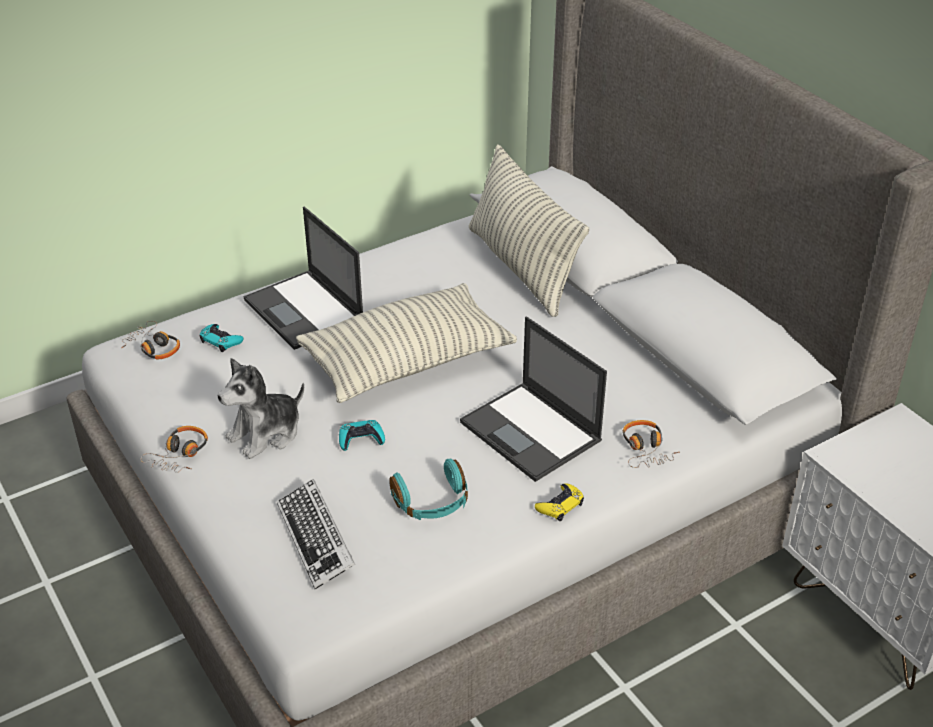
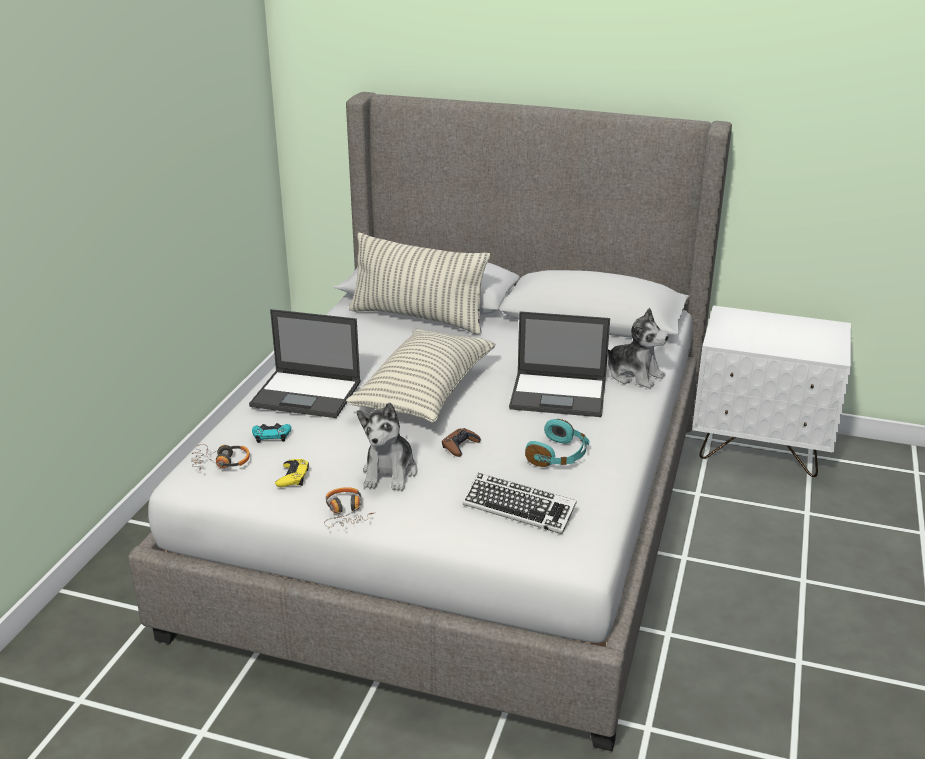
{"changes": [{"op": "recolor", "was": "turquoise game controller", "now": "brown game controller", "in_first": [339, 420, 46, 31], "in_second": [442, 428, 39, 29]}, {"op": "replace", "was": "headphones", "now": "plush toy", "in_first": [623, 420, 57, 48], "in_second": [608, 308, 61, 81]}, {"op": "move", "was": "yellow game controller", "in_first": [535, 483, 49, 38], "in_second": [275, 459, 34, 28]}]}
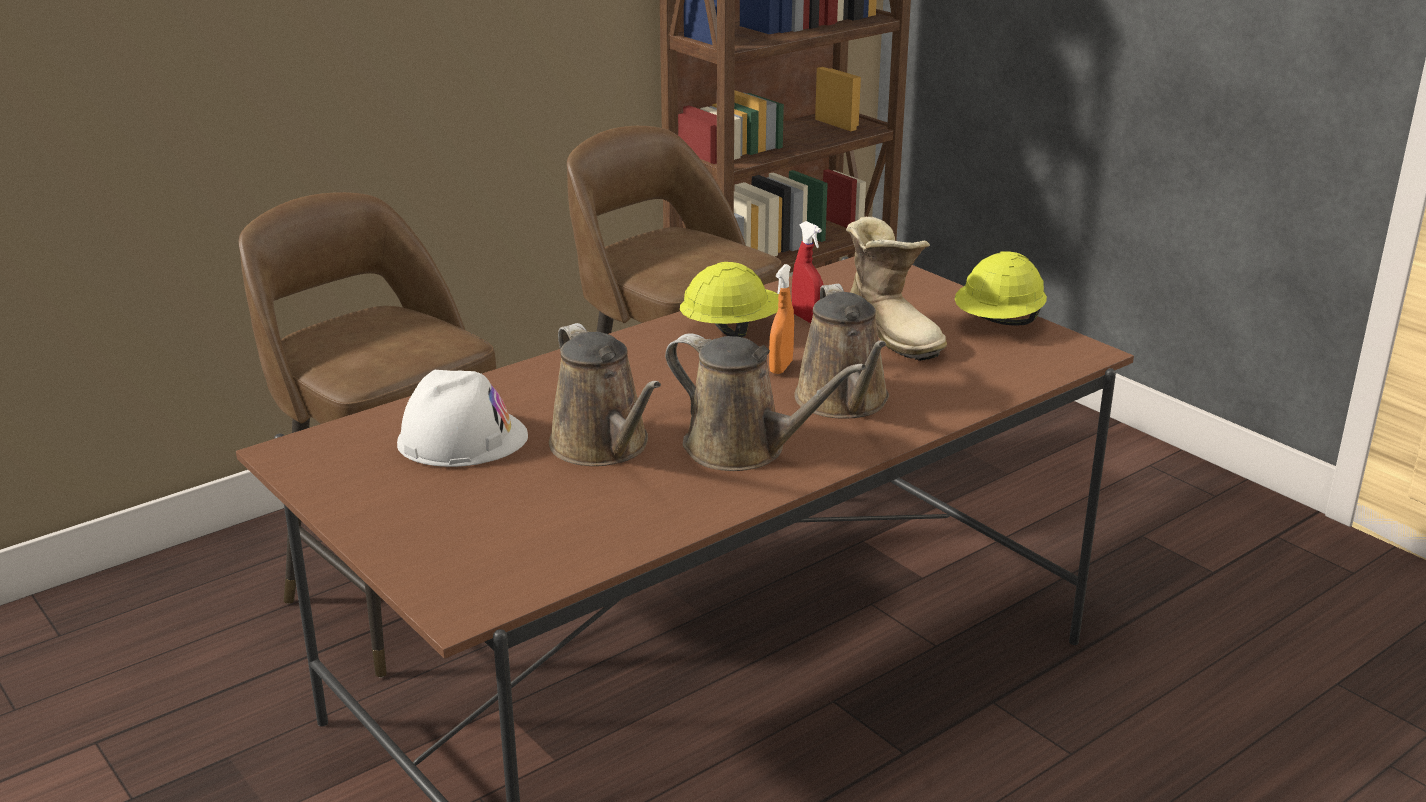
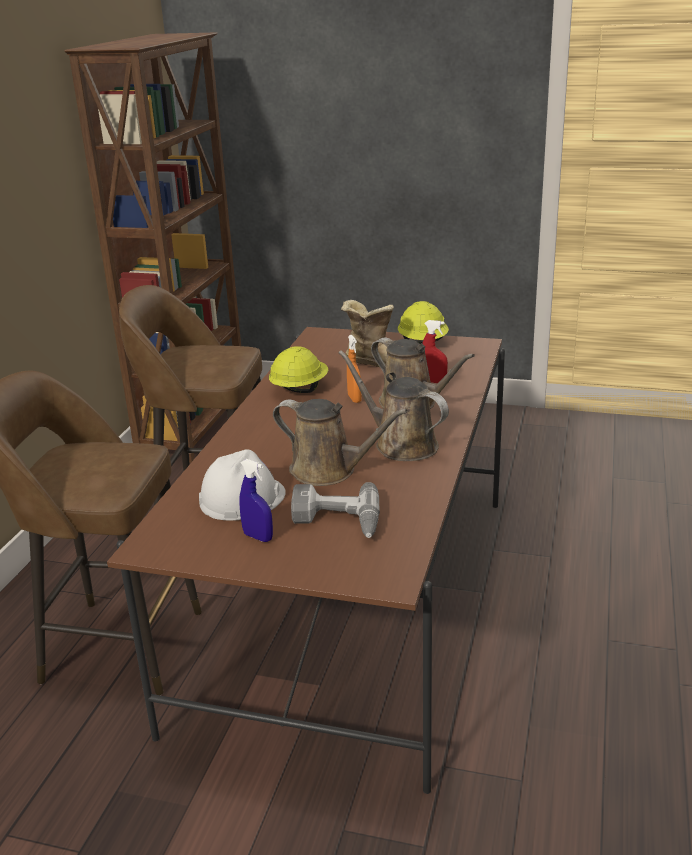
{"changes": [{"op": "move", "was": "red spray bottle", "in_first": [792, 221, 32, 102], "in_second": [422, 320, 26, 63]}, {"op": "rotate", "was": "brown watering can", "in_first": [665, 333, 201, 138], "in_second": [338, 350, 111, 111], "clockwise": -135}, {"op": "insert", "now": "blue spray bottle", "in_second": [239, 459, 34, 83]}, {"op": "insert", "now": "power drill", "in_second": [291, 482, 89, 56]}]}
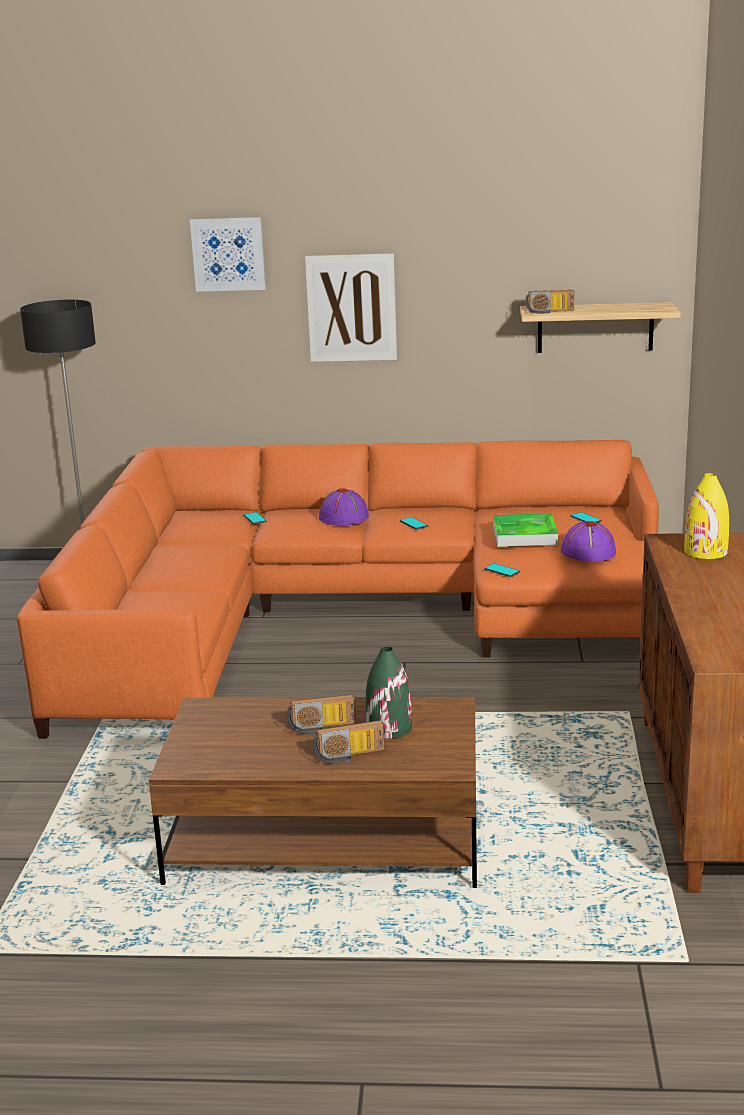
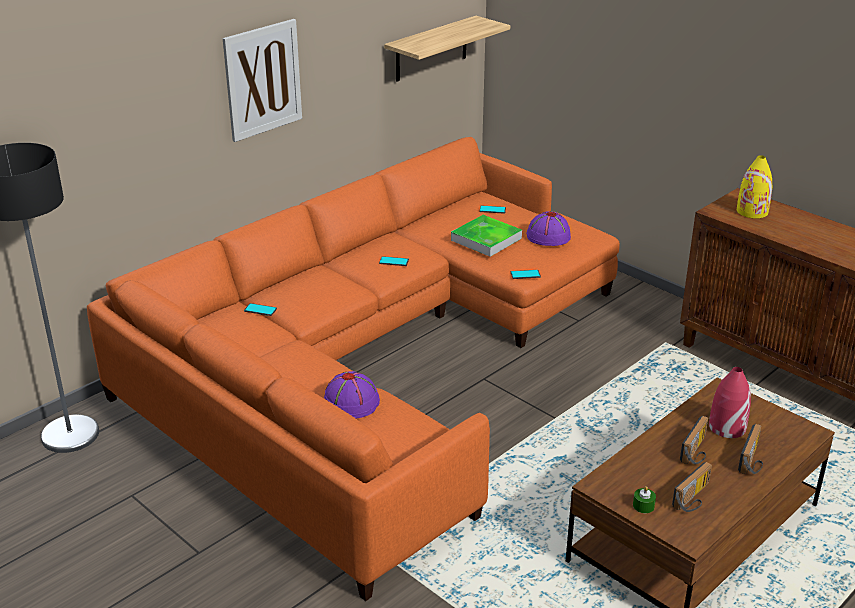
{"changes": [{"op": "delete", "was": "picture", "in_first": [190, 217, 76, 75]}, {"op": "move", "was": "radio", "in_first": [525, 290, 50, 24], "in_second": [672, 462, 40, 50]}, {"op": "move", "was": "purple hat", "in_first": [318, 488, 51, 38], "in_second": [324, 371, 56, 48]}, {"op": "recolor", "was": "green vase", "now": "red vase", "in_first": [366, 647, 46, 92], "in_second": [709, 367, 42, 71]}, {"op": "insert", "now": "green candle", "in_second": [633, 486, 23, 27]}]}
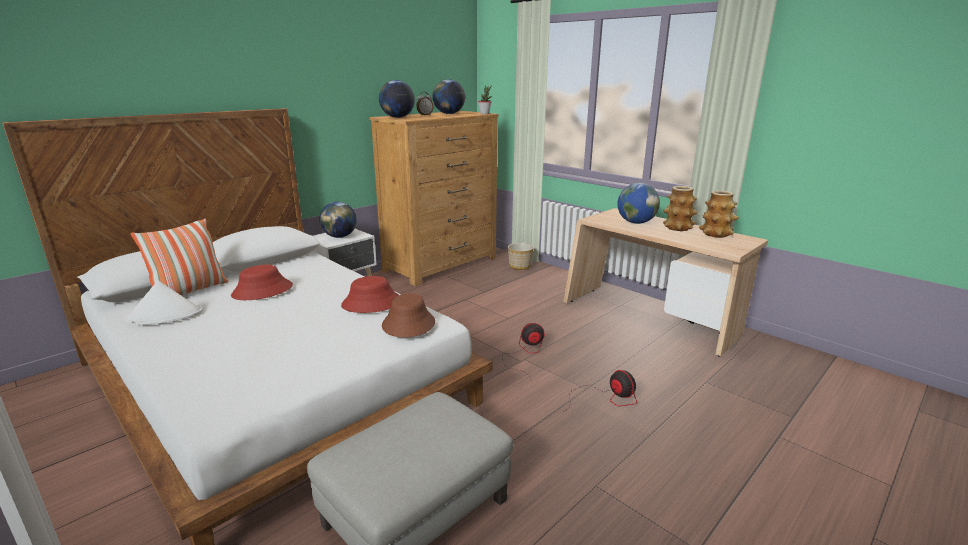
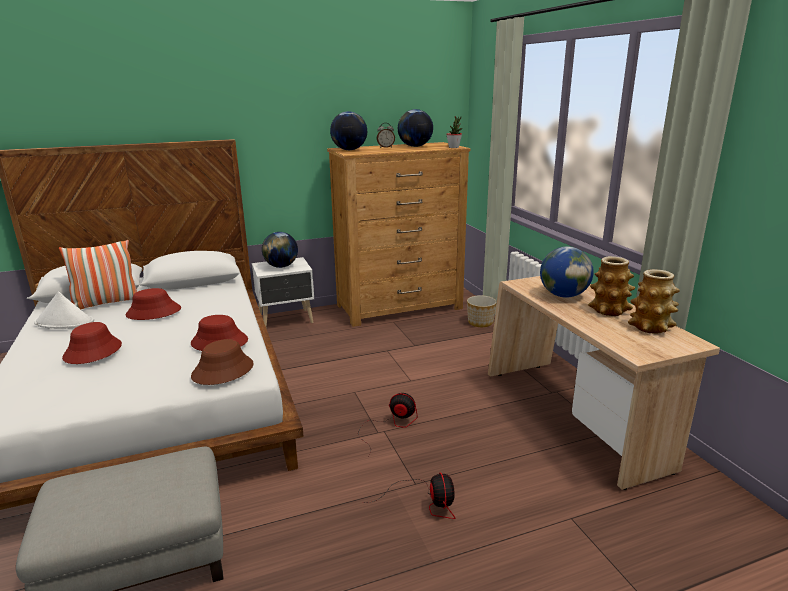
{"changes": [{"op": "insert", "now": "red hat", "in_second": [62, 322, 60, 42]}]}
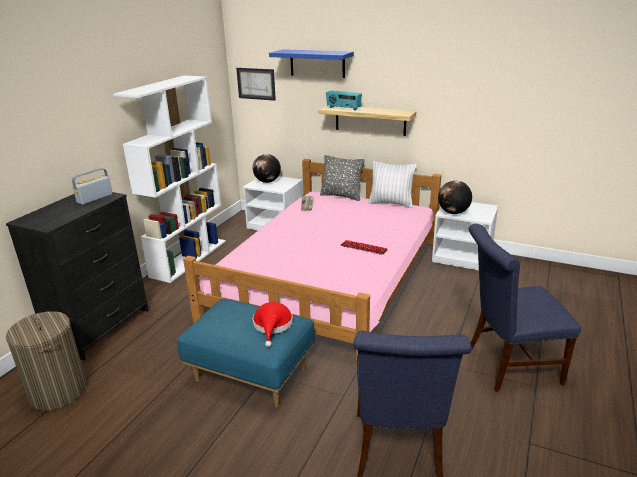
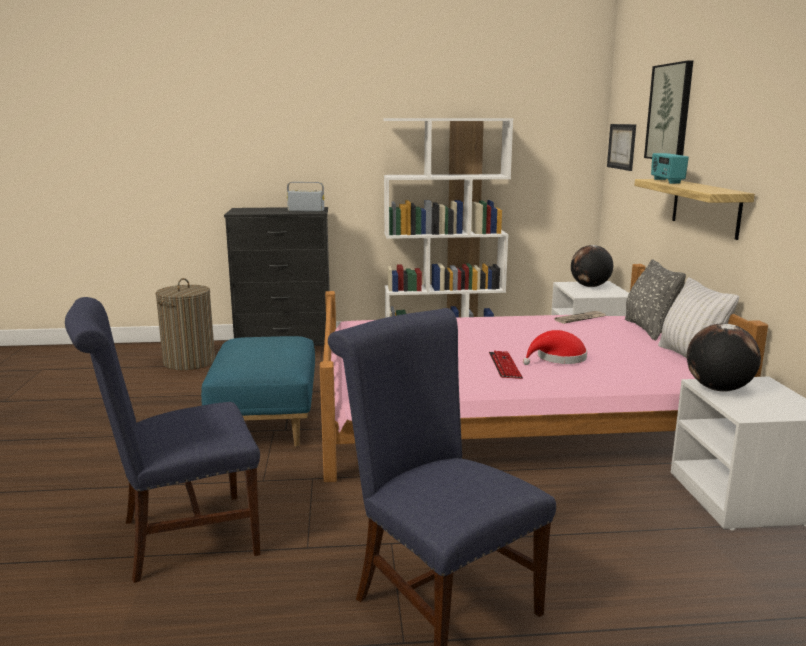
{"changes": [{"op": "replace", "was": "blue shelf", "now": "picture", "in_first": [269, 49, 85, 29], "in_second": [644, 61, 49, 98]}, {"op": "move", "was": "red hat", "in_first": [253, 302, 40, 45], "in_second": [523, 330, 64, 35]}]}
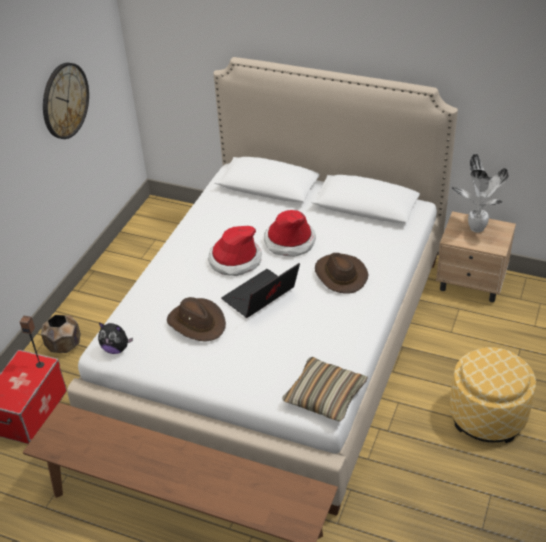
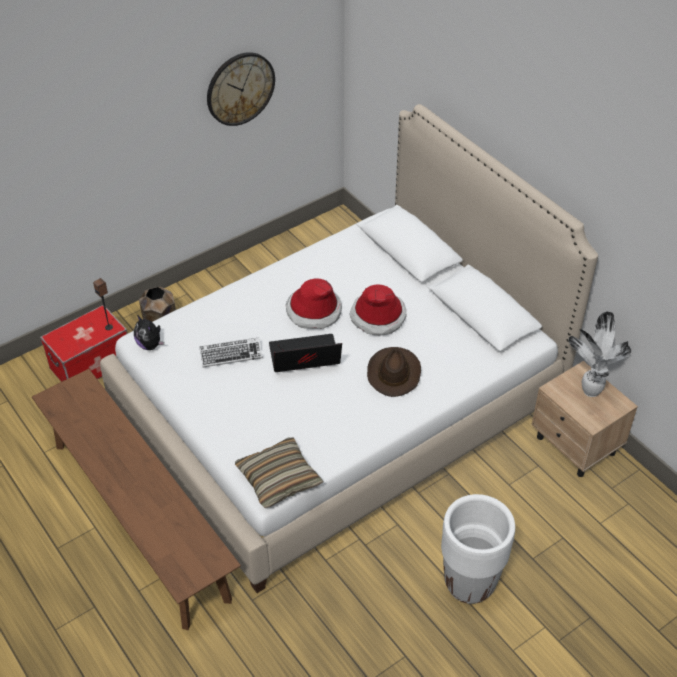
{"changes": [{"op": "replace", "was": "brown hat", "now": "keyboard", "in_first": [167, 297, 59, 44], "in_second": [199, 337, 64, 30]}, {"op": "replace", "was": "ottoman", "now": "white planter", "in_first": [450, 347, 86, 96], "in_second": [441, 494, 74, 110]}]}
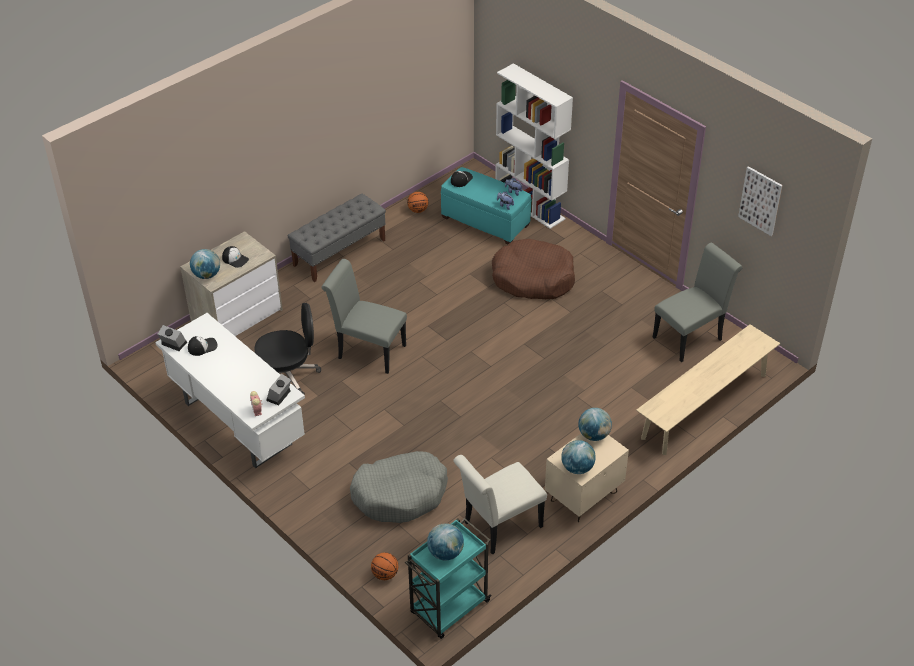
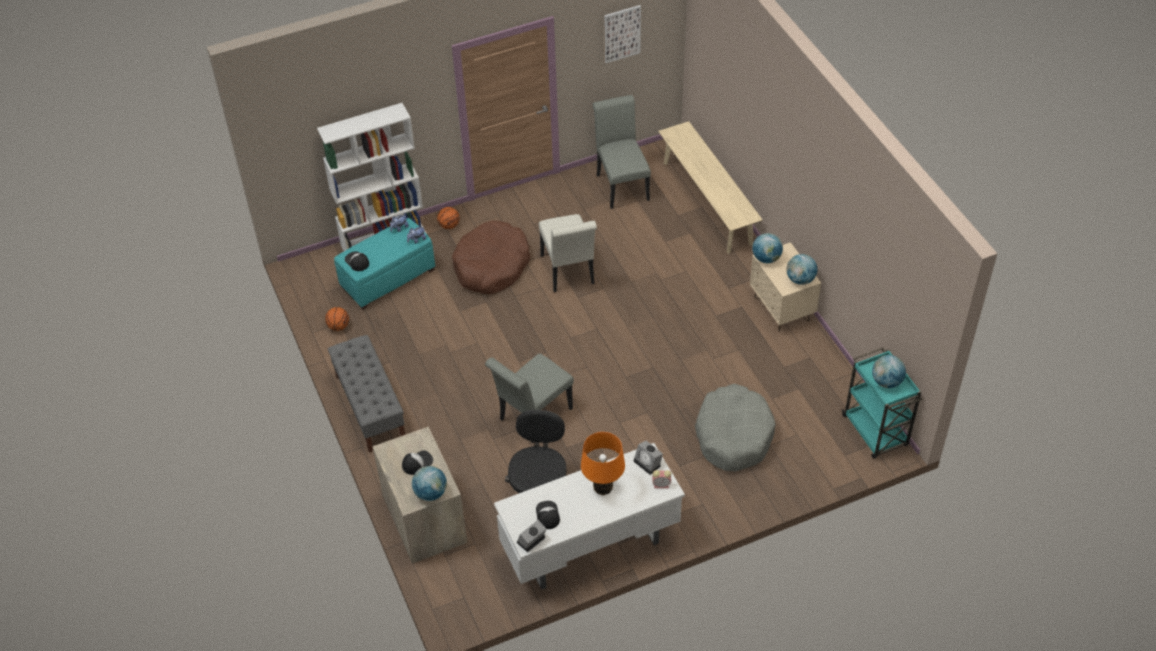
{"changes": [{"op": "move", "was": "white chair", "in_first": [453, 455, 94, 100], "in_second": [539, 214, 58, 78]}, {"op": "move", "was": "basketball", "in_first": [371, 552, 27, 28], "in_second": [437, 207, 23, 22]}, {"op": "insert", "now": "orange table lamp", "in_second": [581, 432, 44, 63]}]}
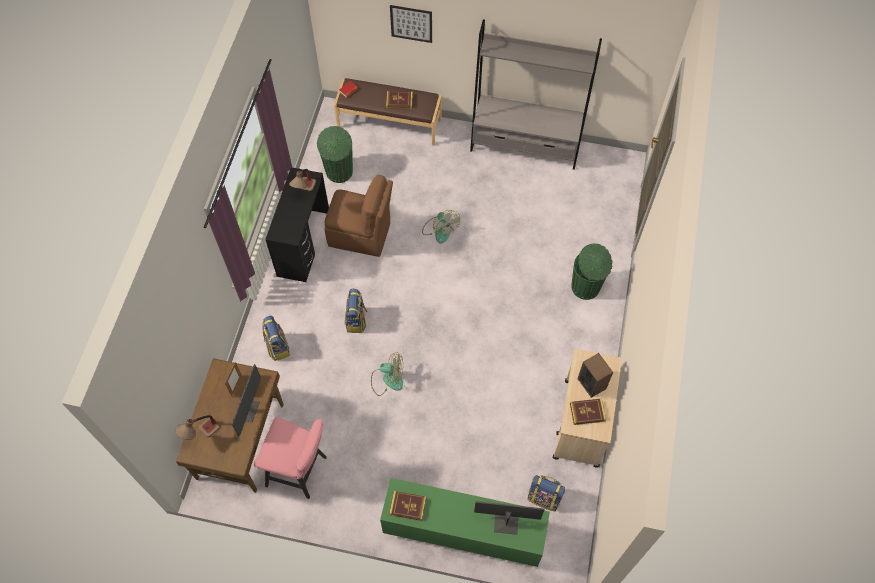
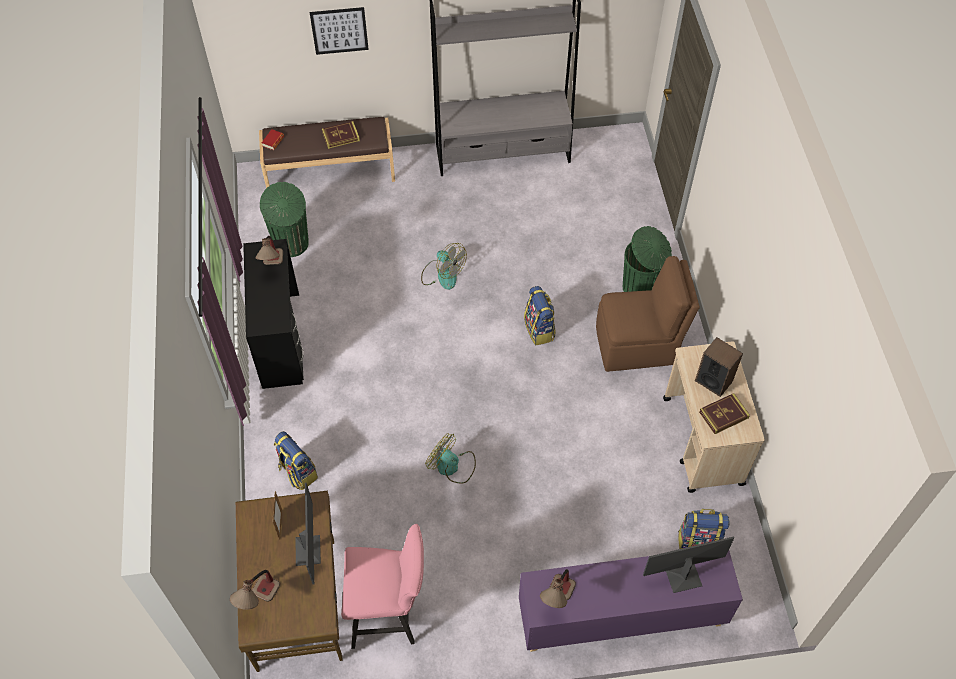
{"changes": [{"op": "move", "was": "brown chair", "in_first": [324, 175, 69, 82], "in_second": [596, 256, 104, 116]}, {"op": "move", "was": "backpack", "in_first": [345, 289, 22, 44], "in_second": [524, 286, 32, 59]}, {"op": "rotate", "was": "fan", "in_first": [371, 352, 32, 44], "in_second": [425, 433, 51, 51], "clockwise": -135}, {"op": "recolor", "was": "green cabinet", "now": "purple cabinet", "in_first": [380, 478, 170, 89], "in_second": [519, 550, 224, 102]}, {"op": "replace", "was": "book", "now": "table lamp", "in_first": [389, 491, 37, 30], "in_second": [540, 569, 36, 39]}]}
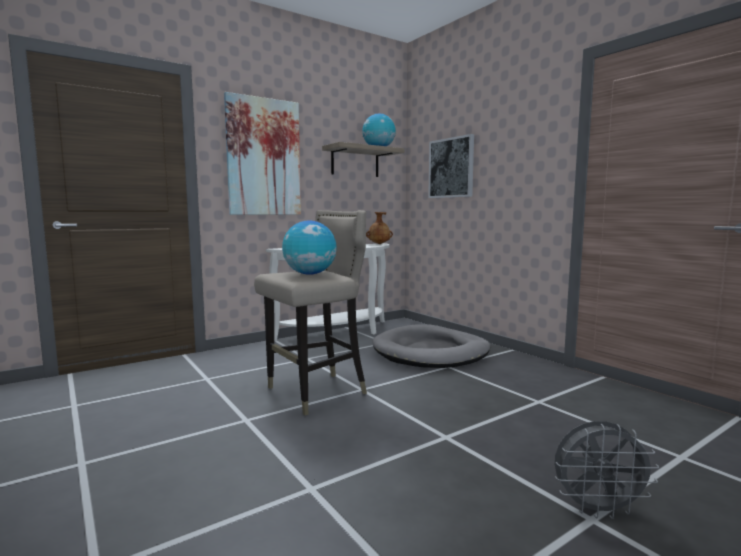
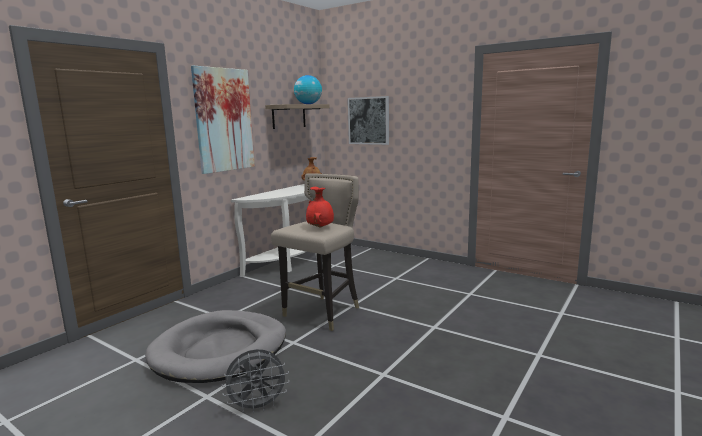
{"changes": [{"op": "replace", "was": "globe", "now": "red vase", "in_first": [282, 220, 55, 55], "in_second": [306, 187, 28, 40]}, {"op": "move", "was": "grey dog bed", "in_first": [372, 324, 119, 44], "in_second": [145, 310, 141, 73]}, {"op": "move", "was": "grey fan", "in_first": [555, 421, 104, 98], "in_second": [222, 349, 67, 65]}]}
